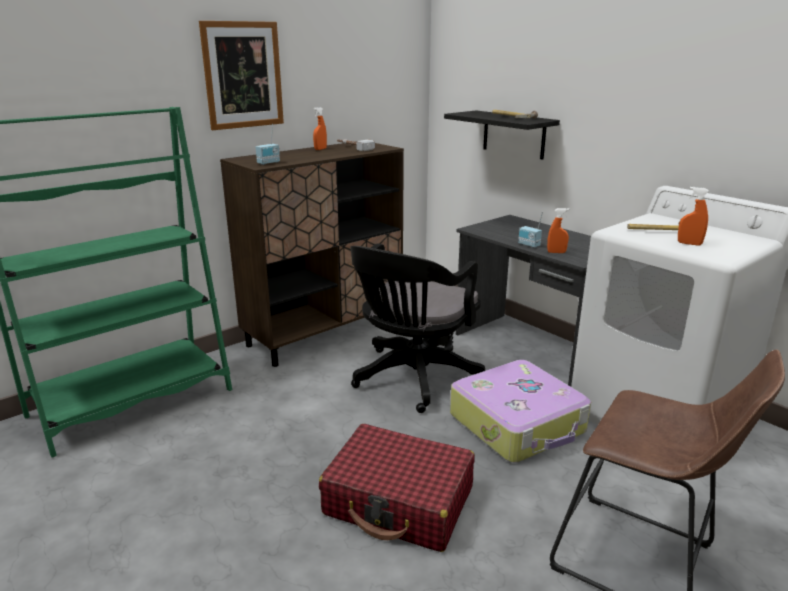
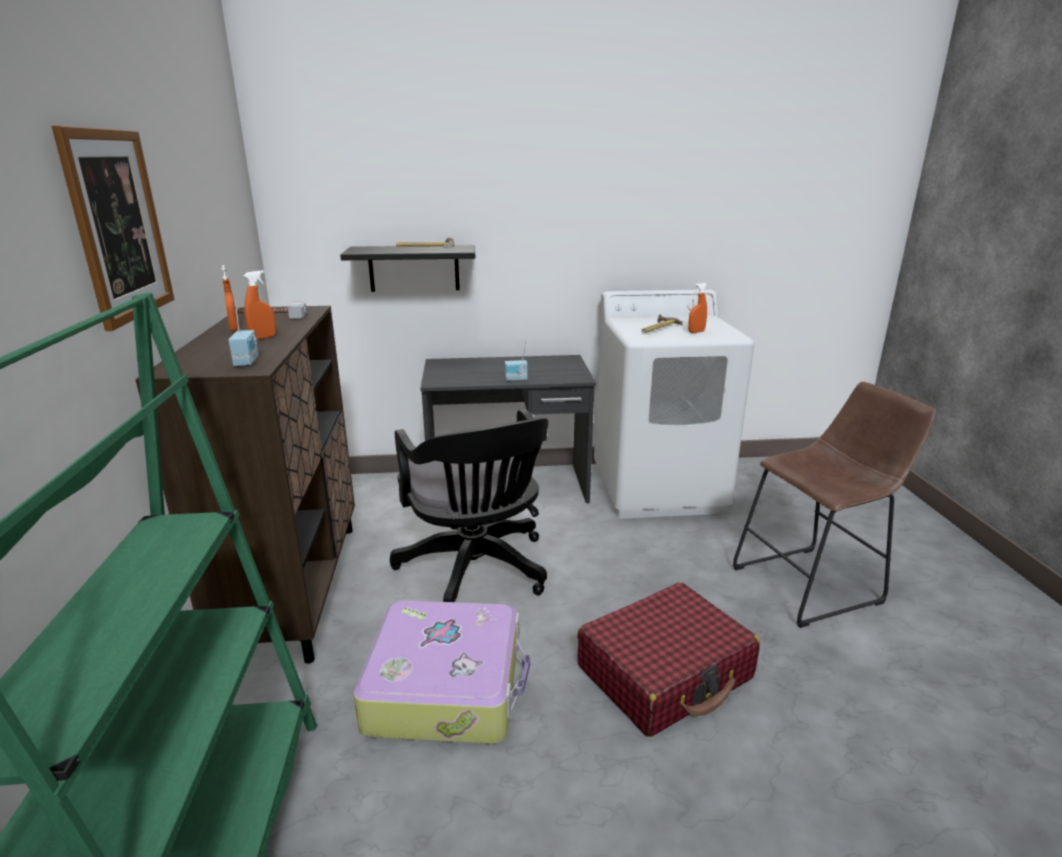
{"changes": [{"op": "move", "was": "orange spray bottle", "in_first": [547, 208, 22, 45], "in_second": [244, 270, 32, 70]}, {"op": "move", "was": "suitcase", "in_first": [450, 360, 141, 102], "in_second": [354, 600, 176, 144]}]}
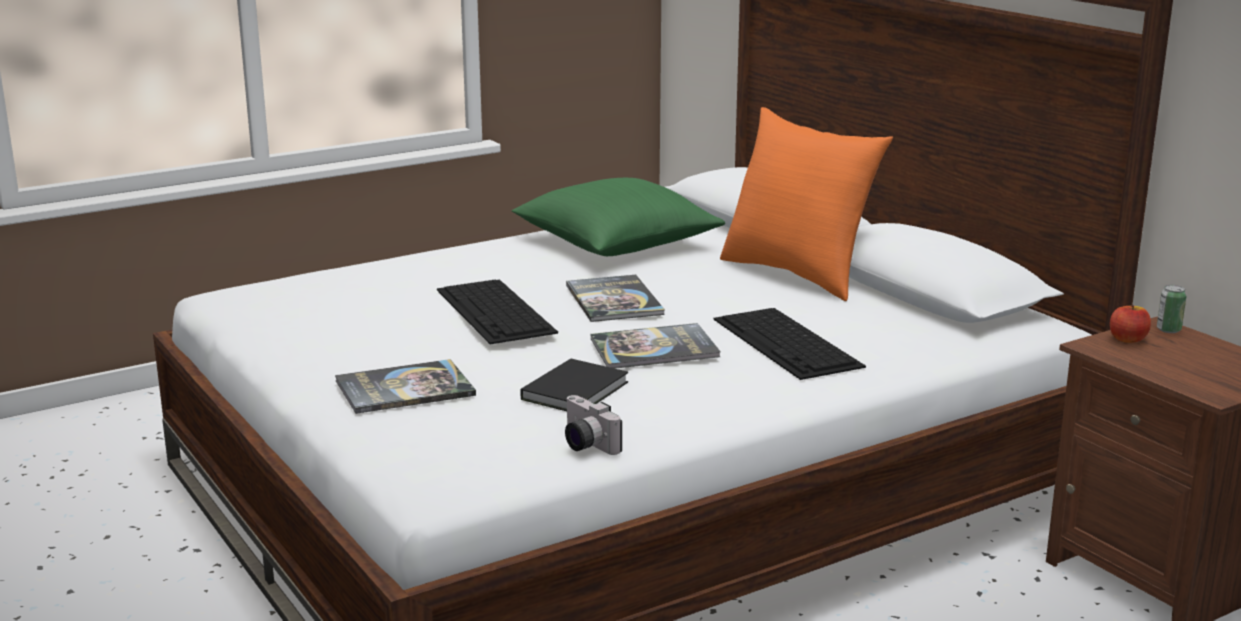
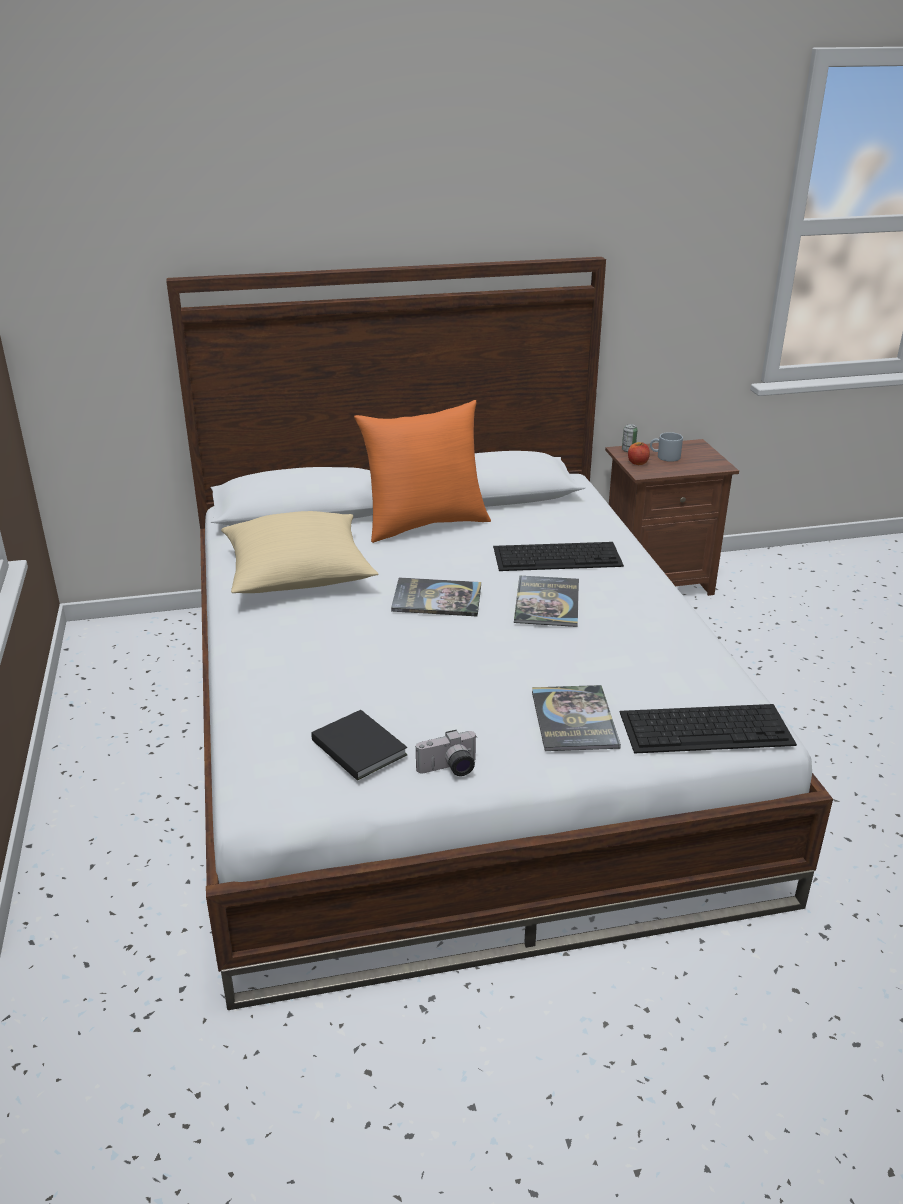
{"changes": [{"op": "recolor", "was": "green pillow", "now": "beige pillow", "in_first": [512, 178, 213, 78], "in_second": [221, 511, 157, 82]}, {"op": "move", "was": "keyboard", "in_first": [437, 279, 121, 65], "in_second": [620, 704, 177, 50]}, {"op": "move", "was": "black book", "in_first": [521, 359, 107, 52], "in_second": [311, 710, 97, 70]}, {"op": "move", "was": "photo camera", "in_first": [565, 395, 57, 60], "in_second": [416, 730, 62, 46]}, {"op": "insert", "now": "grey mug", "in_second": [650, 432, 33, 30]}]}
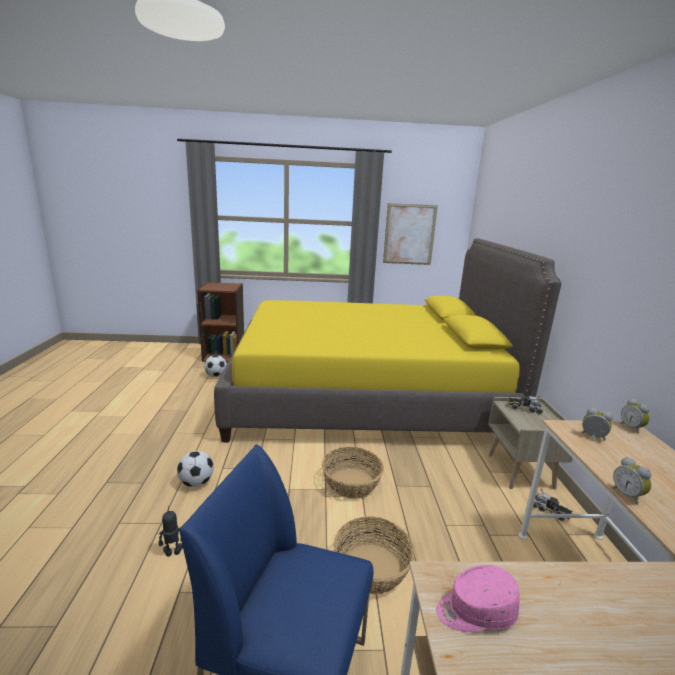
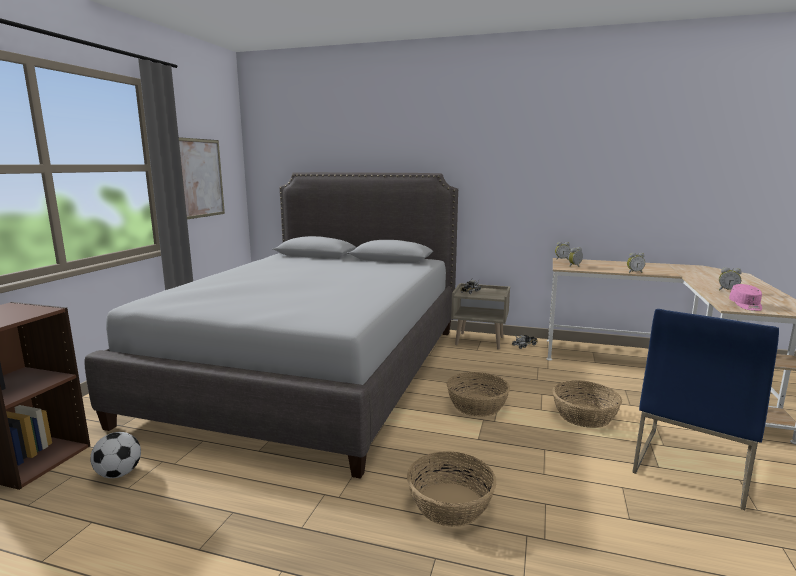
{"changes": [{"op": "recolor", "was": "yellow bed", "now": "grey bed", "in_first": [214, 238, 347, 204], "in_second": [84, 172, 374, 307]}, {"op": "replace", "was": "football", "now": "basket", "in_first": [177, 451, 37, 36], "in_second": [407, 451, 89, 75]}, {"op": "delete", "was": "toy robot", "in_first": [159, 506, 24, 51]}, {"op": "insert", "now": "alarm clock", "in_second": [719, 267, 23, 23]}]}
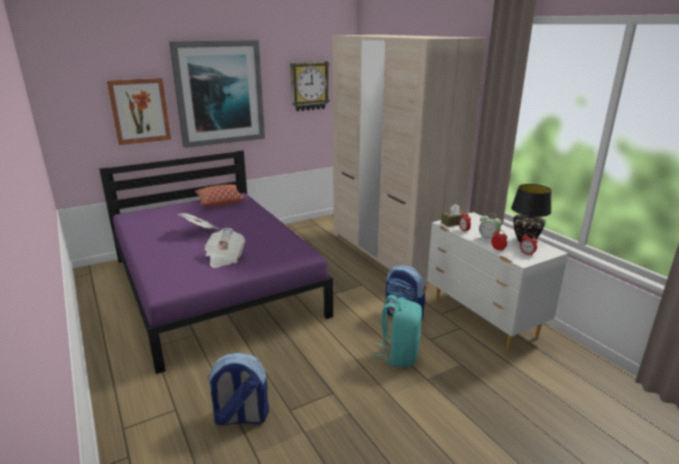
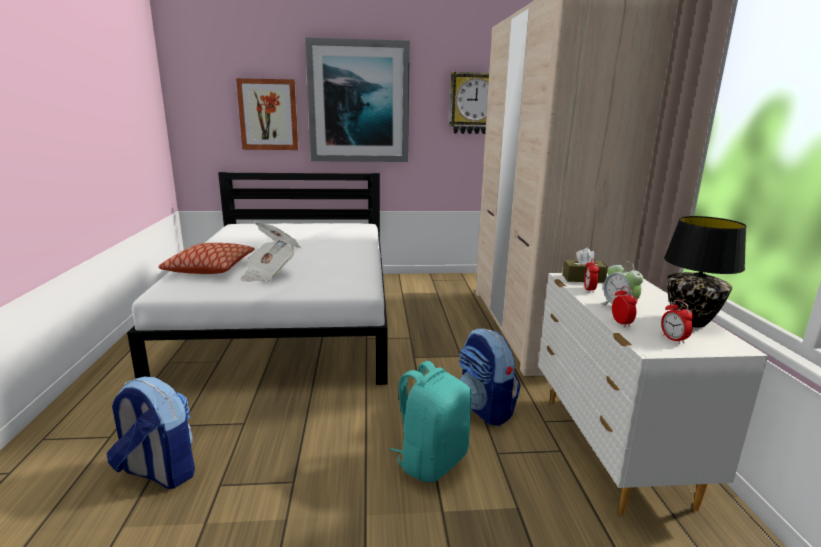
{"changes": [{"op": "recolor", "was": "purple bed", "now": "white bed", "in_first": [99, 150, 234, 224], "in_second": [127, 172, 261, 213]}, {"op": "move", "was": "pillow", "in_first": [195, 184, 50, 22], "in_second": [158, 243, 96, 31]}]}
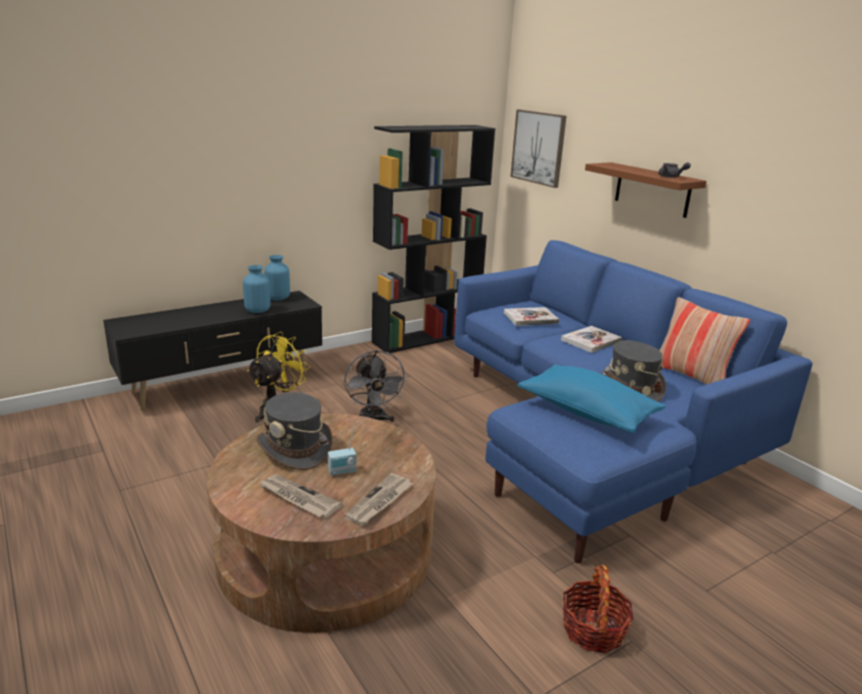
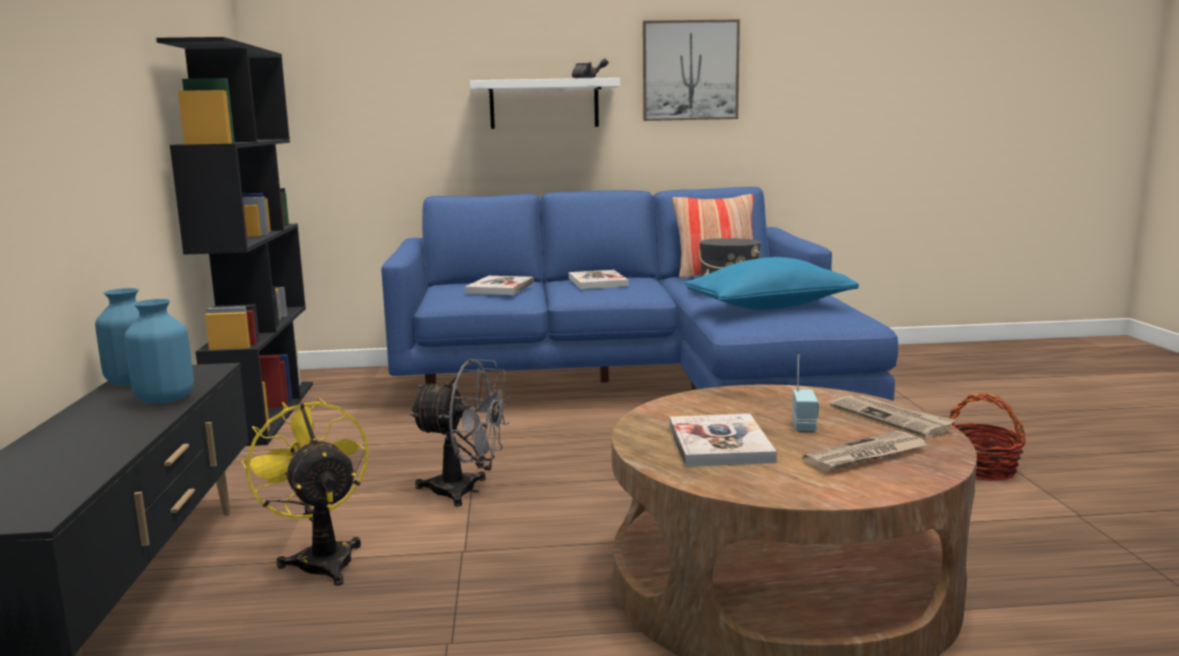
{"changes": [{"op": "move", "was": "picture", "in_first": [510, 110, 56, 78], "in_second": [643, 19, 97, 102]}, {"op": "recolor", "was": "brown shelf", "now": "white shelf", "in_first": [585, 162, 122, 56], "in_second": [470, 78, 150, 51]}, {"op": "replace", "was": "grey hat", "now": "book", "in_first": [256, 392, 76, 78], "in_second": [669, 414, 108, 53]}]}
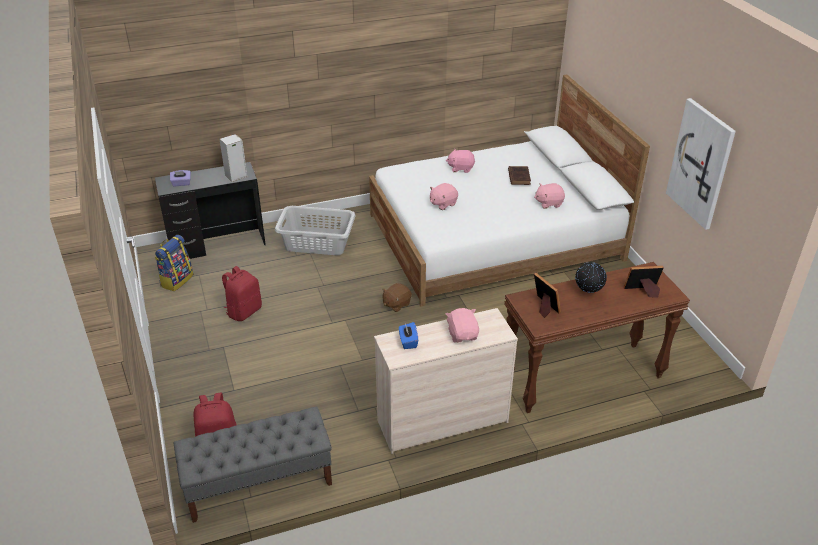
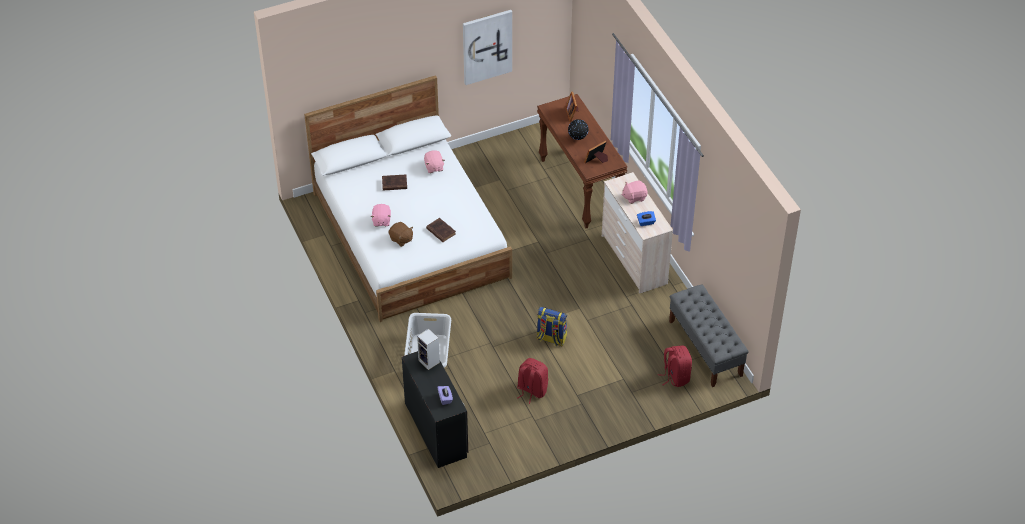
{"changes": [{"op": "replace", "was": "pink plush toy", "now": "brown book", "in_first": [430, 183, 28, 27], "in_second": [426, 218, 30, 24]}, {"op": "move", "was": "backpack", "in_first": [155, 235, 38, 56], "in_second": [536, 307, 31, 39]}, {"op": "move", "was": "brown plush toy", "in_first": [382, 283, 30, 29], "in_second": [389, 222, 24, 25]}]}
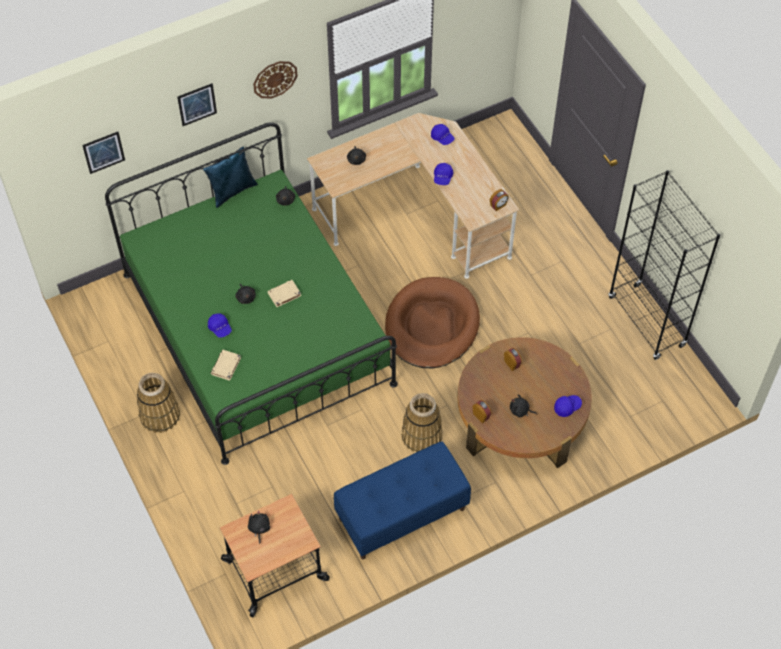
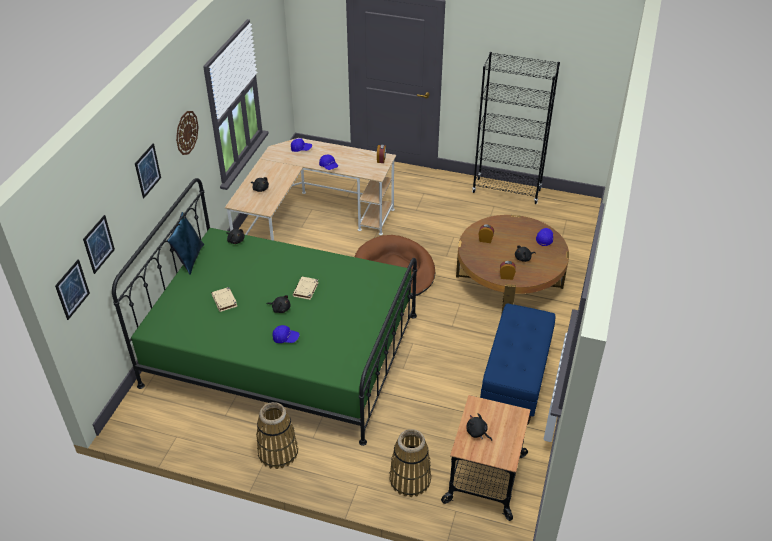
{"changes": [{"op": "move", "was": "beige book", "in_first": [211, 350, 30, 31], "in_second": [211, 287, 26, 25]}, {"op": "move", "was": "basket", "in_first": [401, 393, 41, 59], "in_second": [389, 429, 42, 68]}, {"op": "insert", "now": "picture", "in_second": [55, 259, 35, 61]}]}
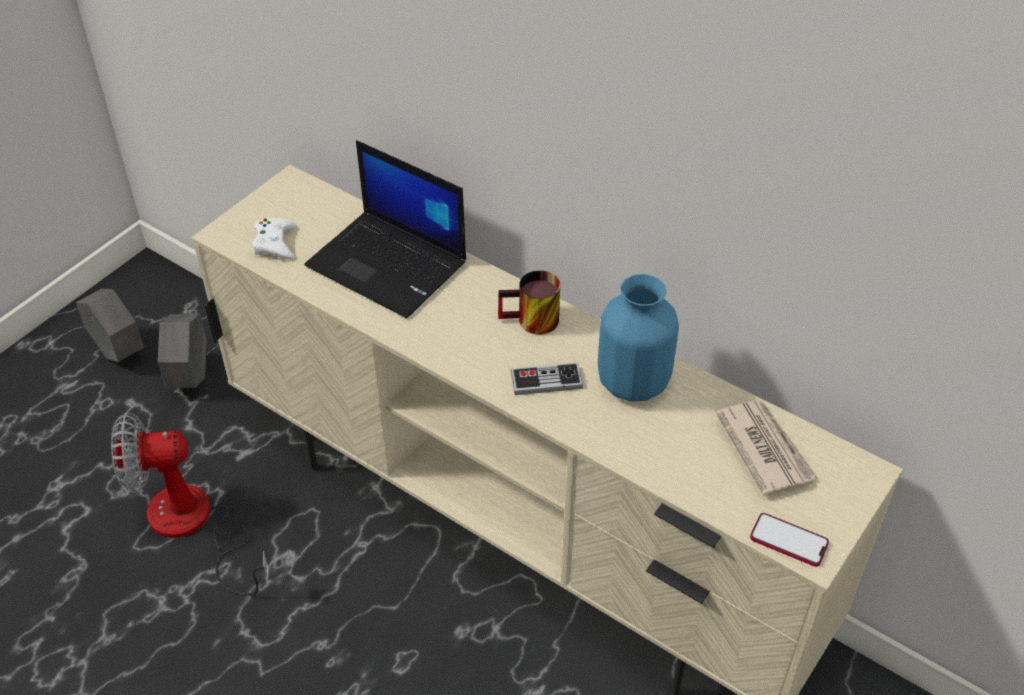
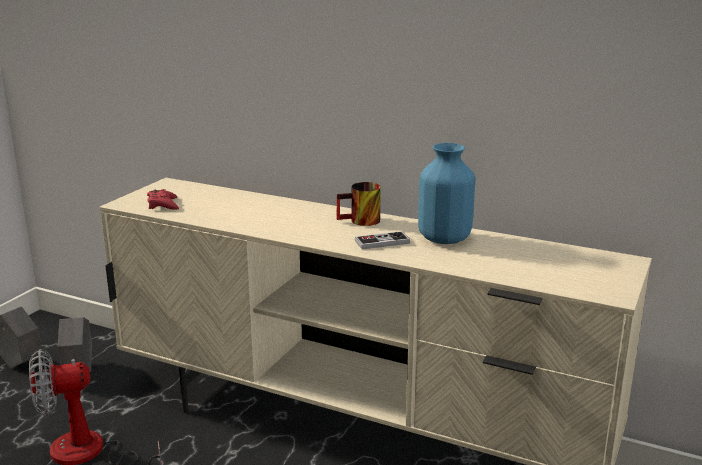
{"changes": [{"op": "delete", "was": "laptop", "in_first": [305, 140, 161, 178]}, {"op": "recolor", "was": "white game controller", "now": "red game controller", "in_first": [252, 218, 45, 41], "in_second": [147, 189, 32, 21]}, {"op": "delete", "was": "newspaper", "in_first": [716, 400, 102, 96]}, {"op": "delete", "was": "phone", "in_first": [750, 513, 79, 54]}]}
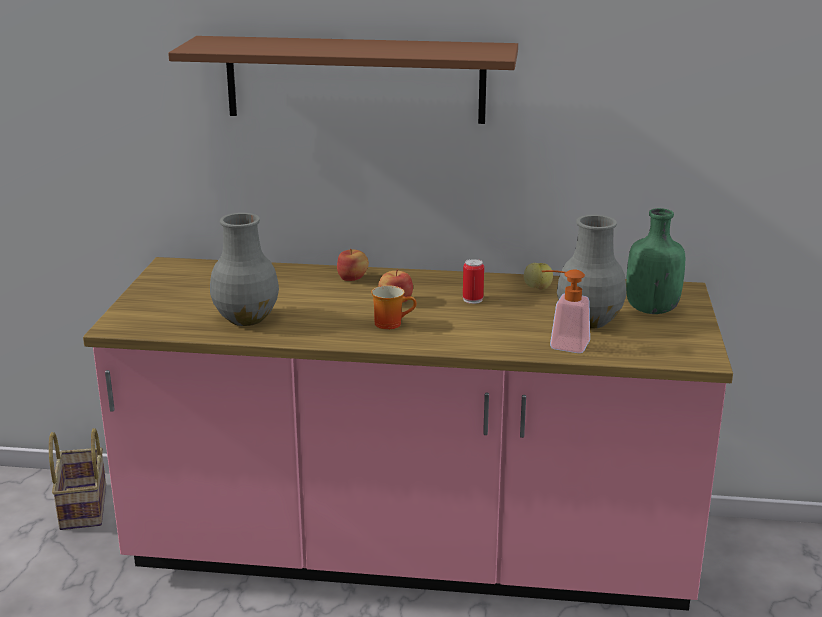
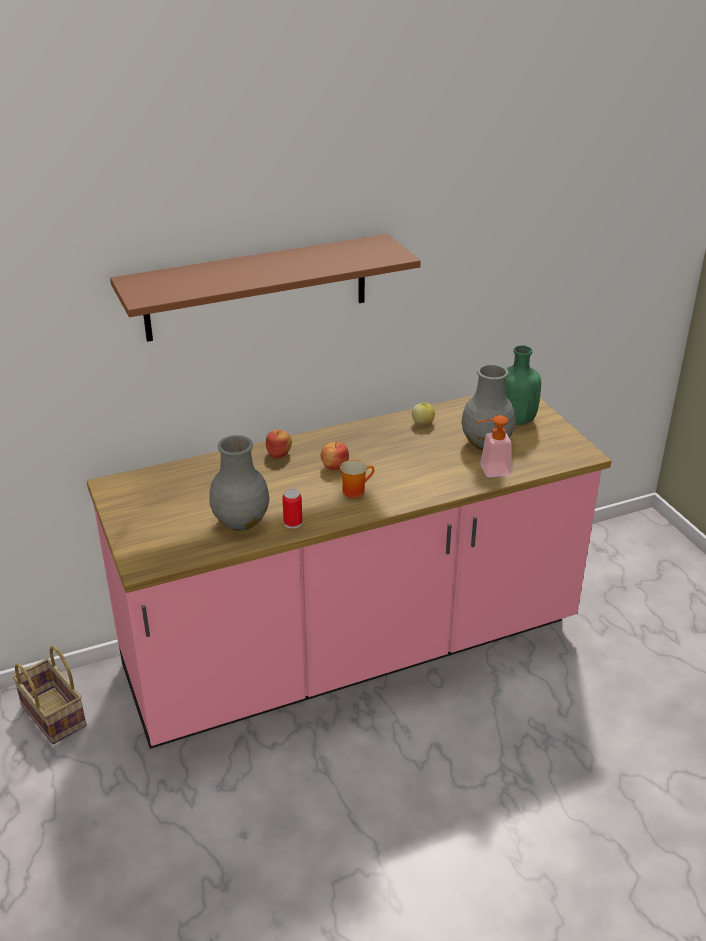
{"changes": [{"op": "move", "was": "can", "in_first": [463, 259, 21, 45], "in_second": [282, 489, 20, 40]}]}
